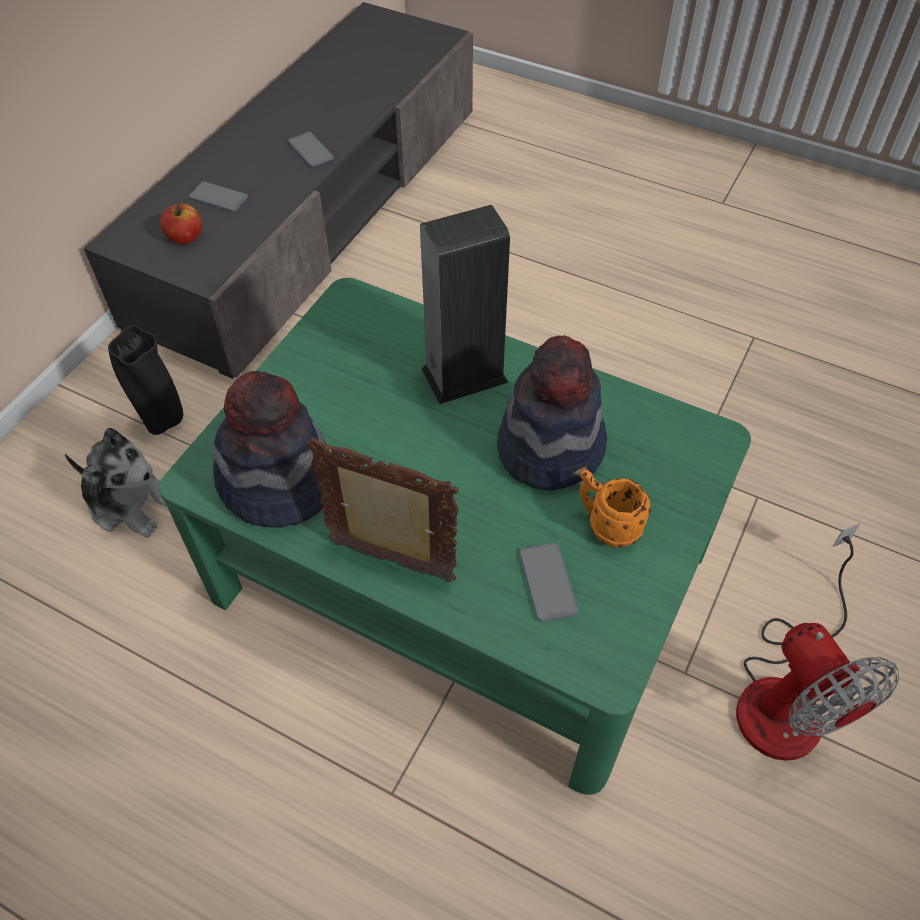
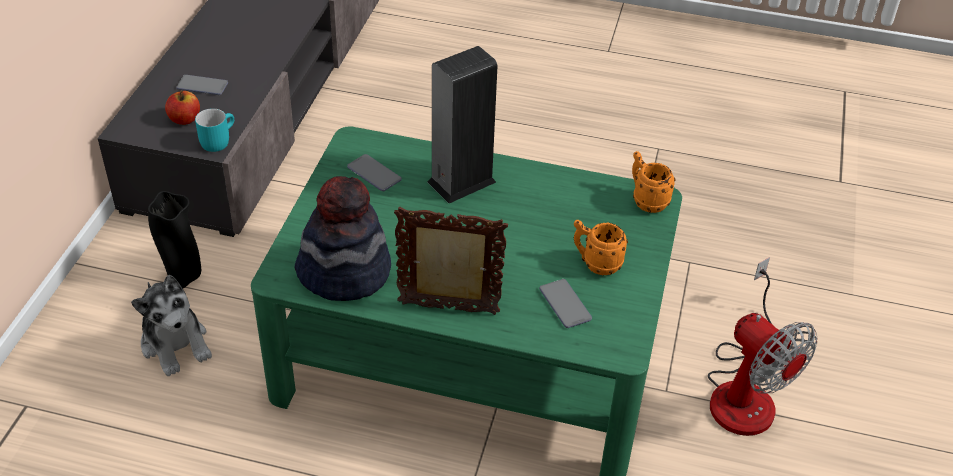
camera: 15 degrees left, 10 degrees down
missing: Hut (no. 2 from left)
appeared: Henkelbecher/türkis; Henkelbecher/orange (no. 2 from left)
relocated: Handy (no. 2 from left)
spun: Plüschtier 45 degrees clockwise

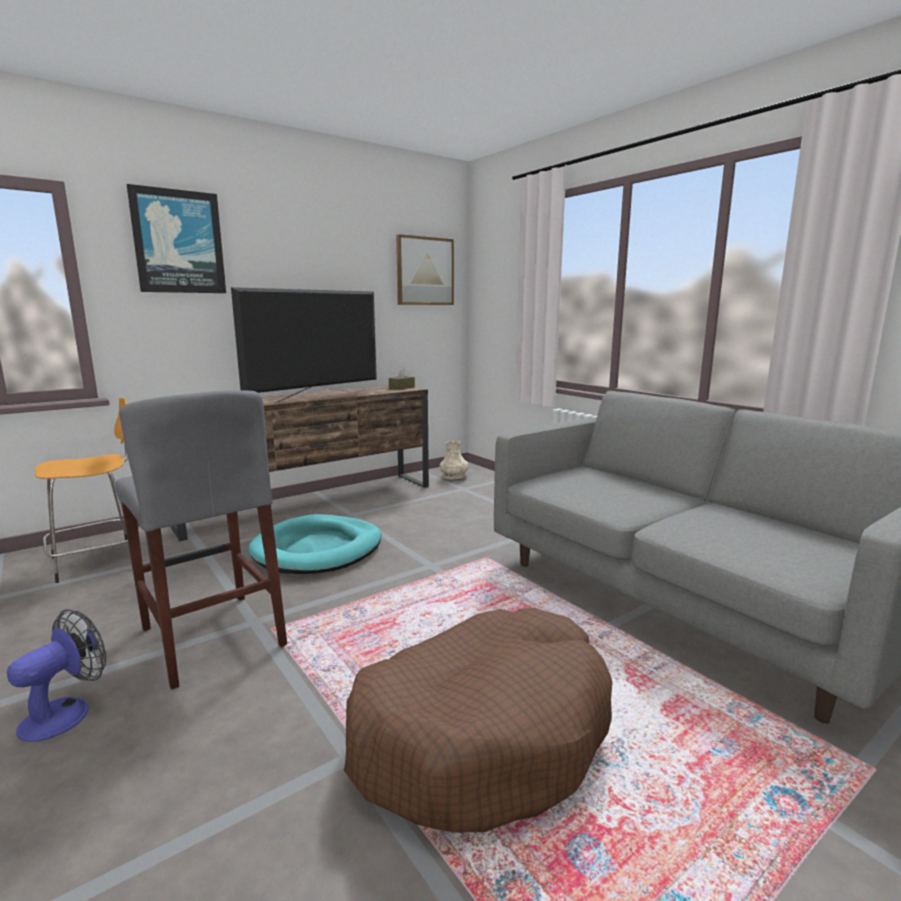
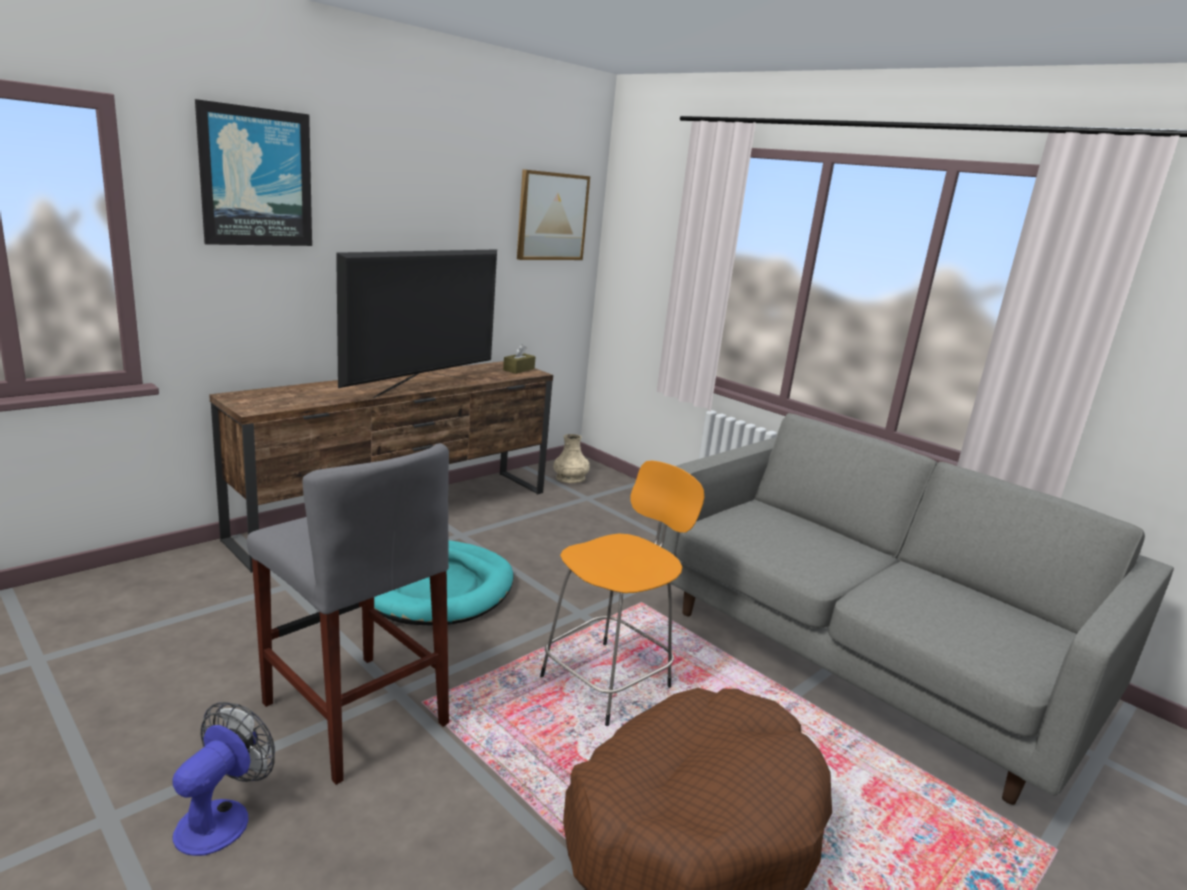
camera: 10 degrees left, 5 degrees up
relocated: Hocker/orange

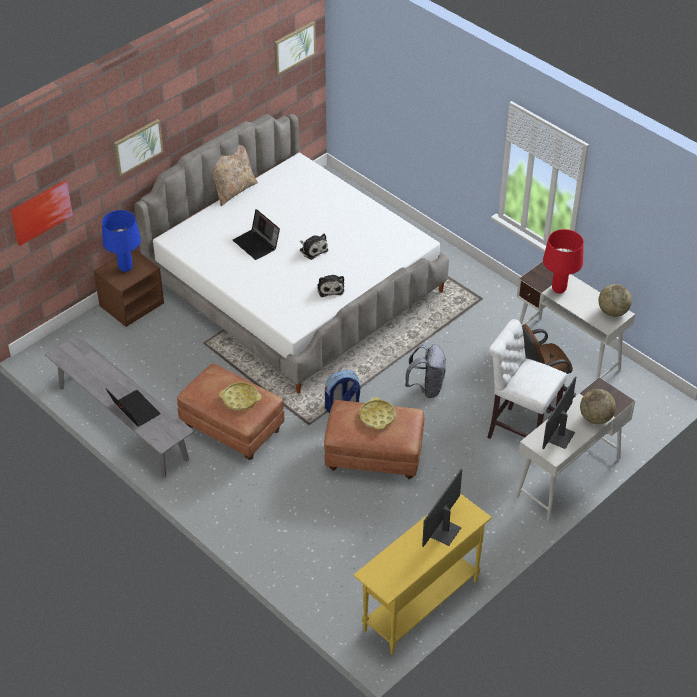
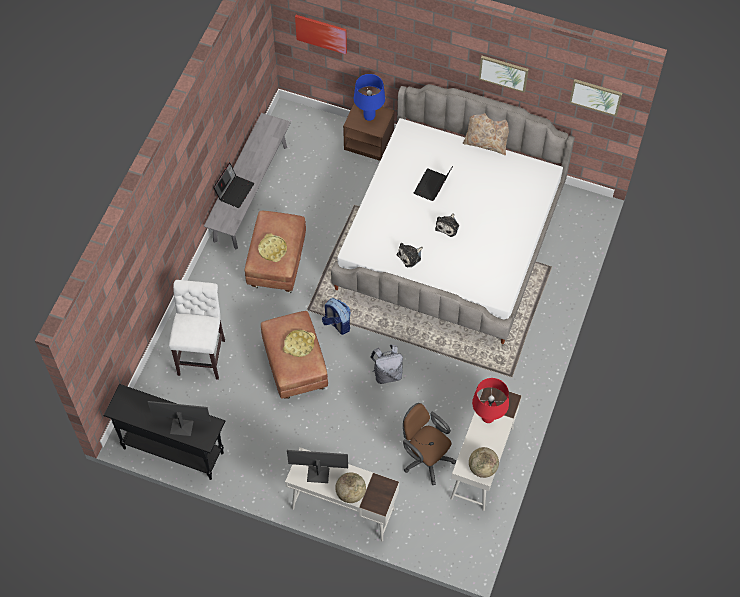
camera: 65 degrees right, 15 degrees up
relocated: Bild (no. 2 from left); Hocker/weiß
colour: Konsolentisch/gelb to Konsolentisch/schwarz

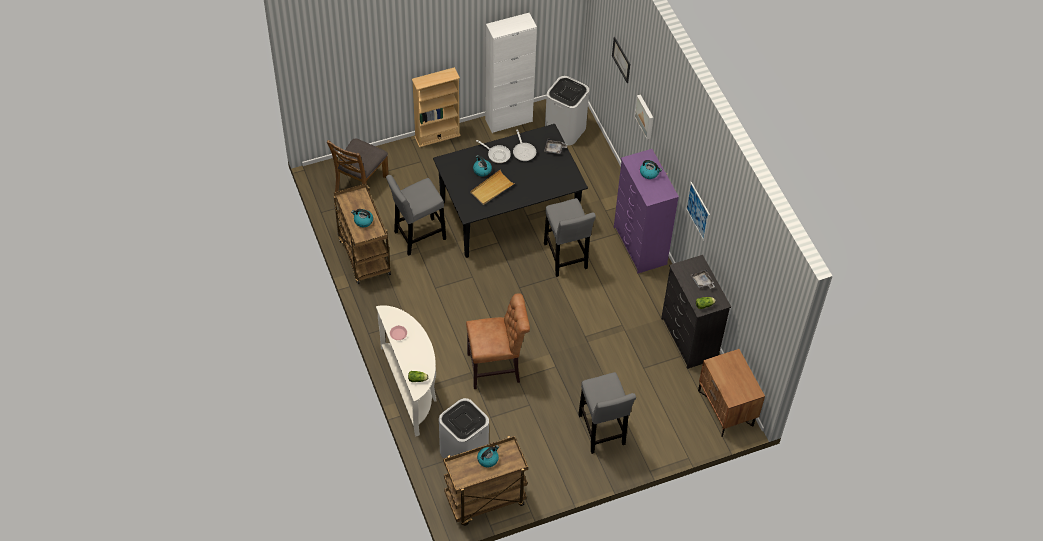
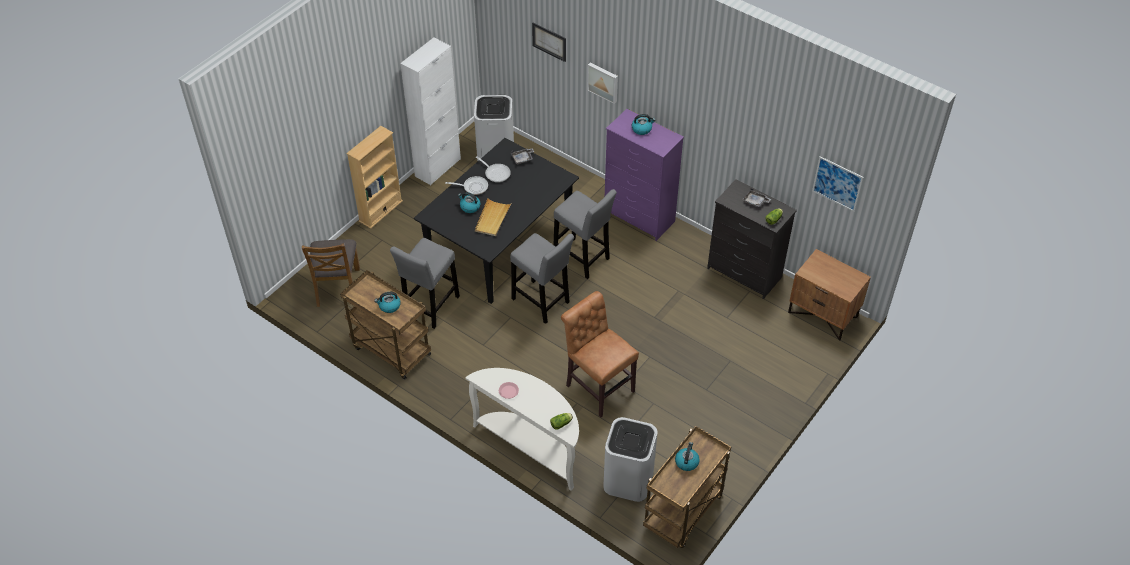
camera: 30 degrees left, 5 degrees down
relocated: Hocker/grau (no. 3 from left in the first image) to Hocker/grau (no. 2 from left); Bild (no. 3 from left)
spun: Stuhl/braun (no. 2 from left) 90 degrees counterclockwise

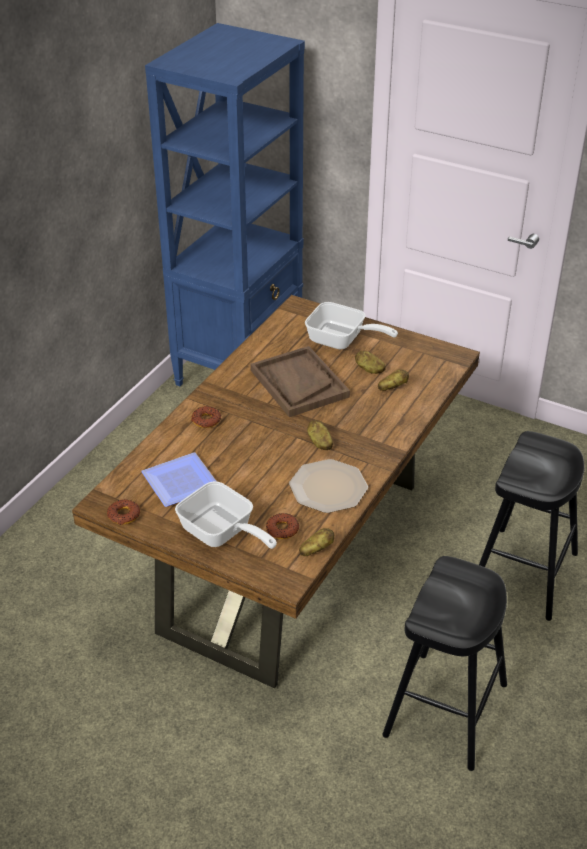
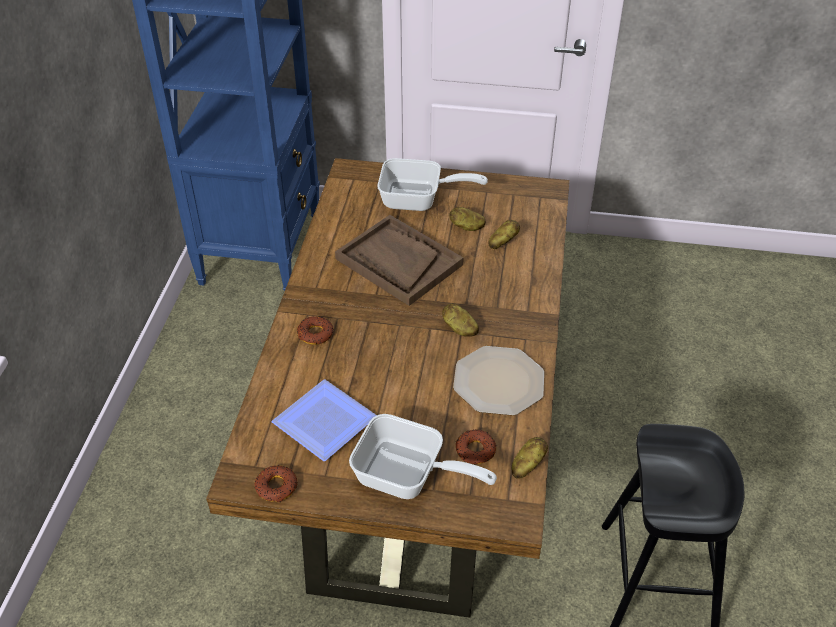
camera: 20 degrees left, 5 degrees up
missing: Hocker/schwarz (no. 2 from left)

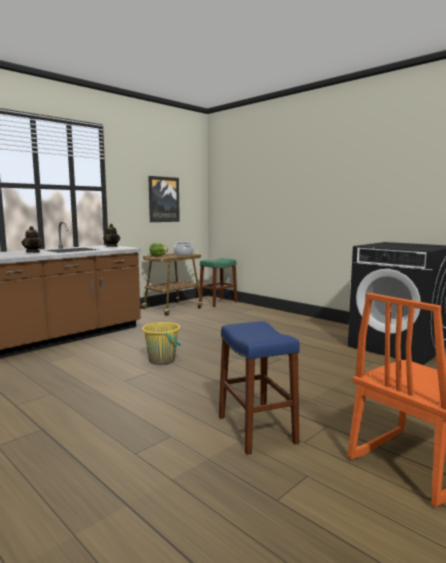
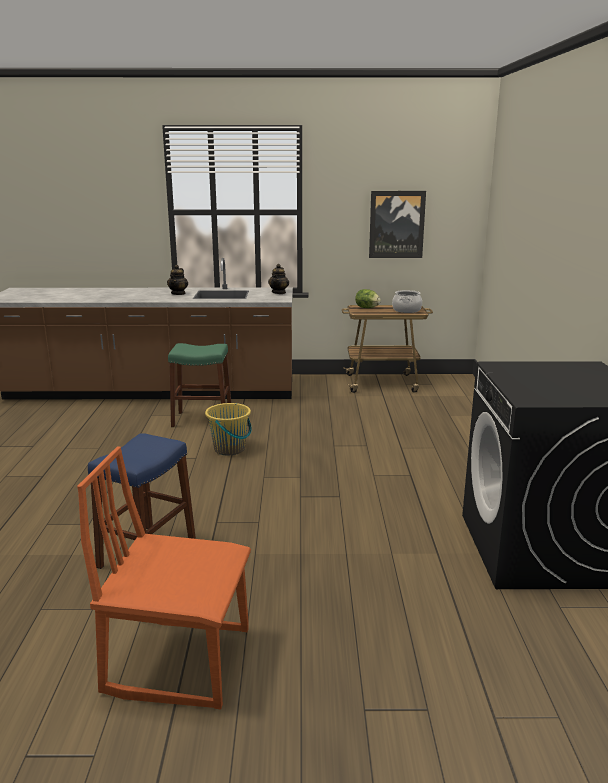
camera: 45 degrees right, 10 degrees up
relocated: Hocker/grün

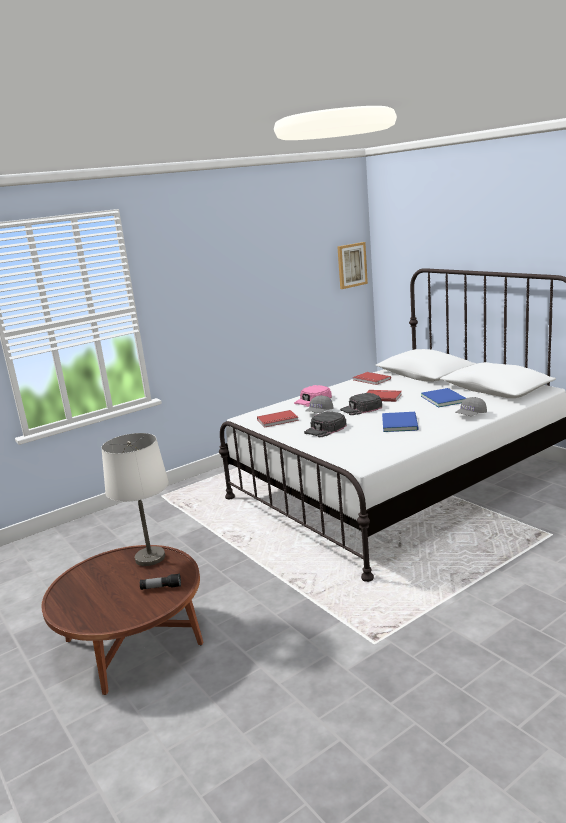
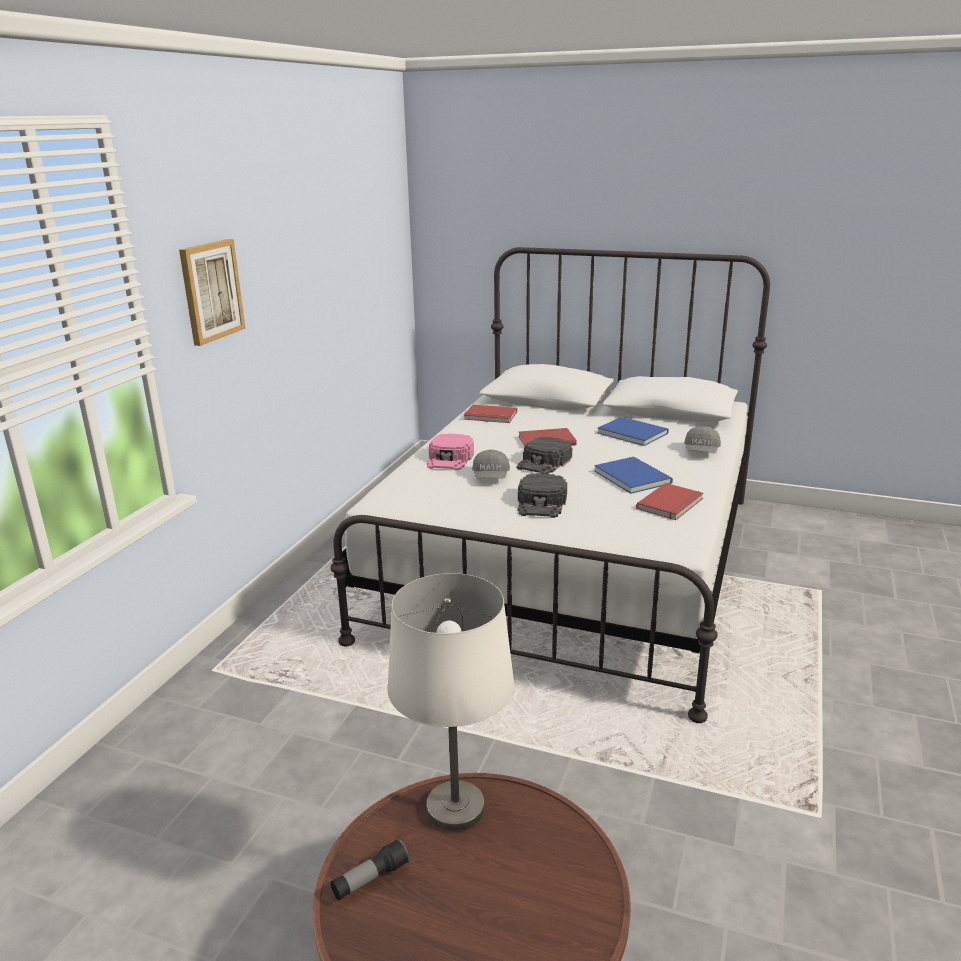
camera: 35 degrees left, 5 degrees up
relocated: Taschenlampe; Buch/rot (no. 1 from left in the first image) to Buch/rot (no. 3 from left); Bild

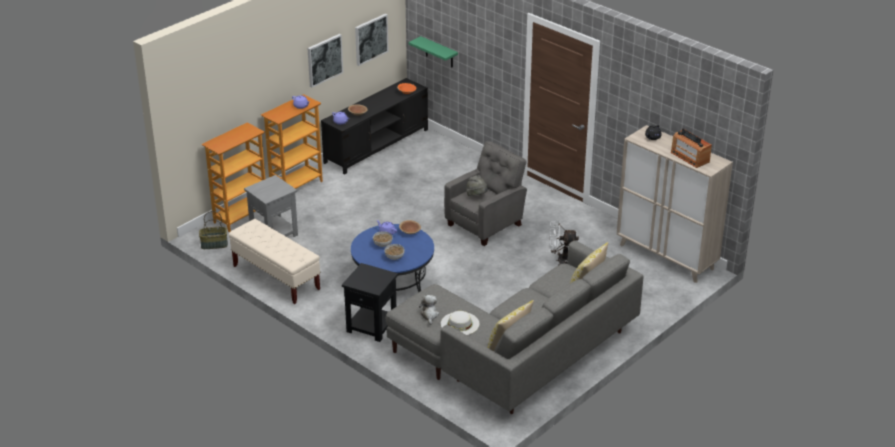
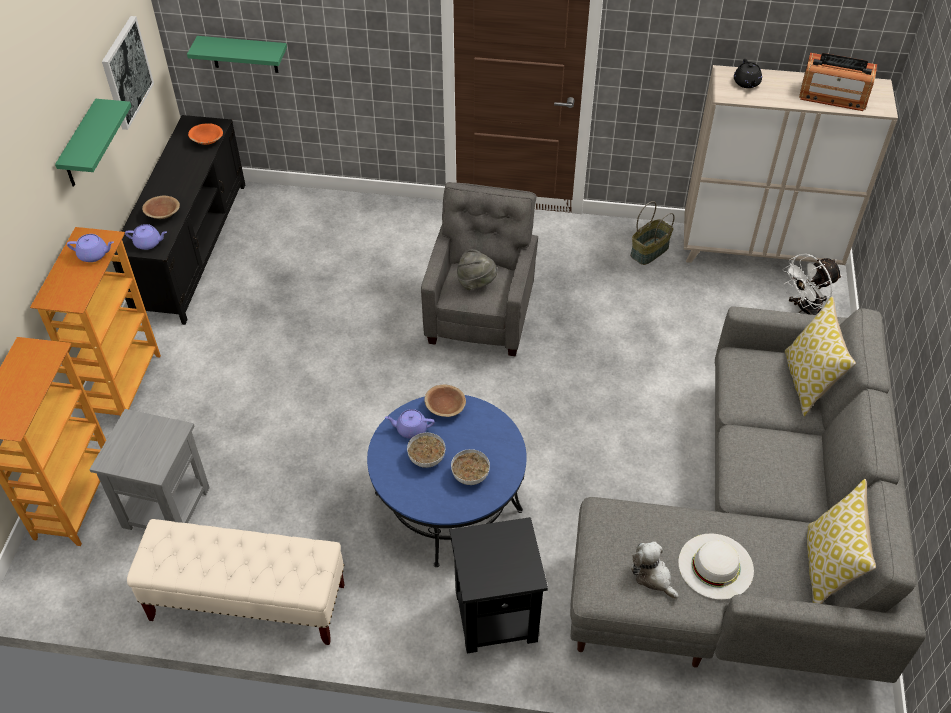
camera: 35 degrees left, 15 degrees up
relocated: Korb; Ventilator/weiß
exchanged: Bild (no. 1 from left) to Wandregal/grün (no. 1 from left)

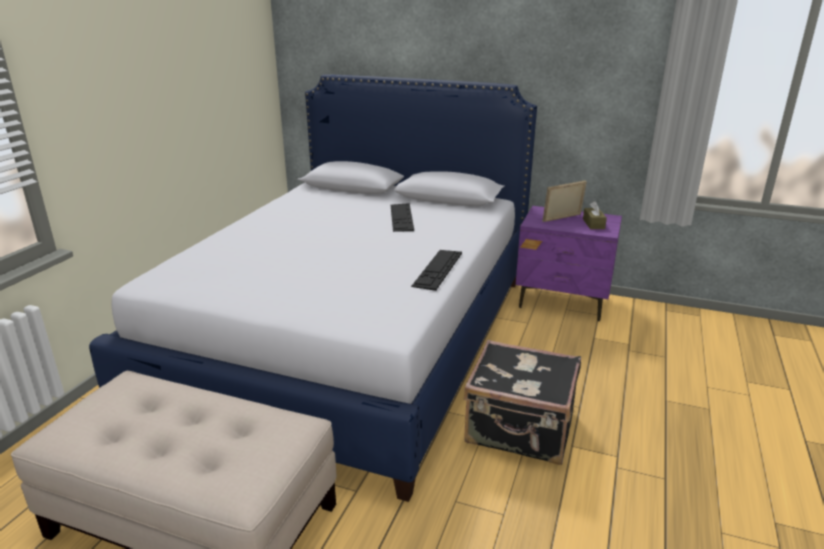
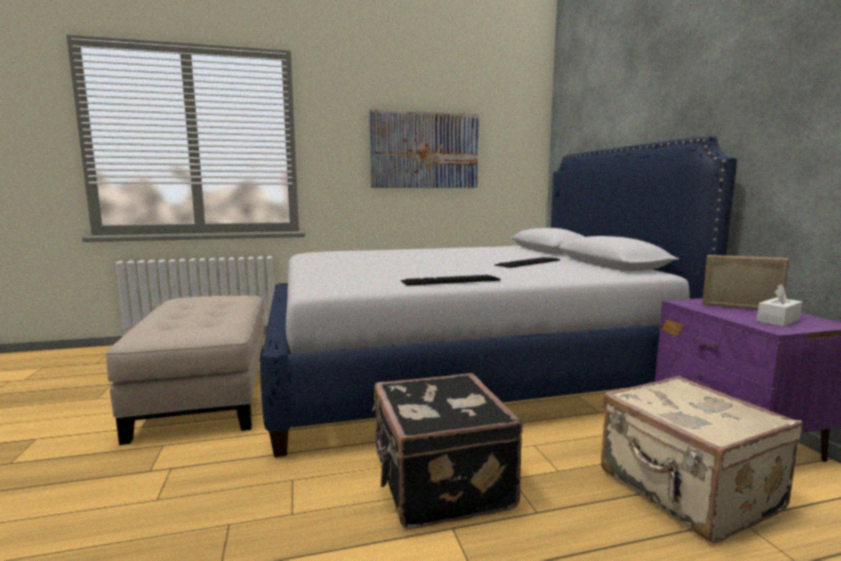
camera: 55 degrees right, 15 degrees down
appeared: Bild; Koffer/beige
colour: Taschentuchbox/braun to Taschentuchbox/weiß

